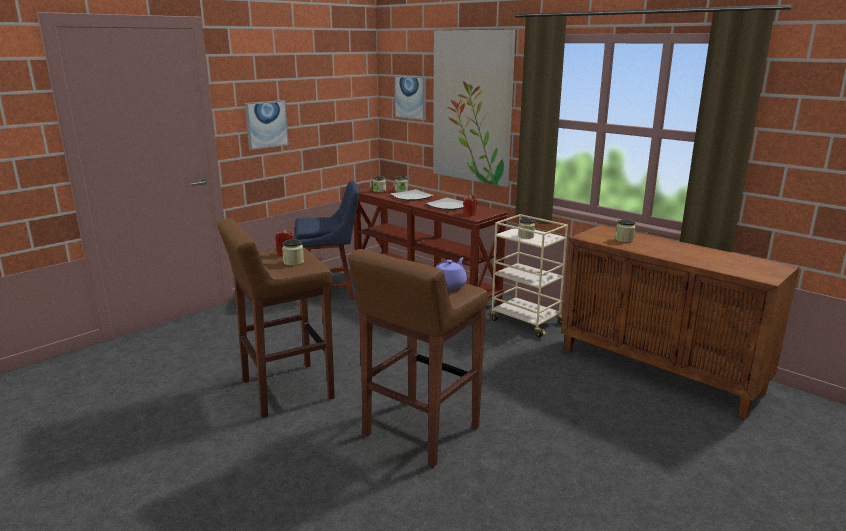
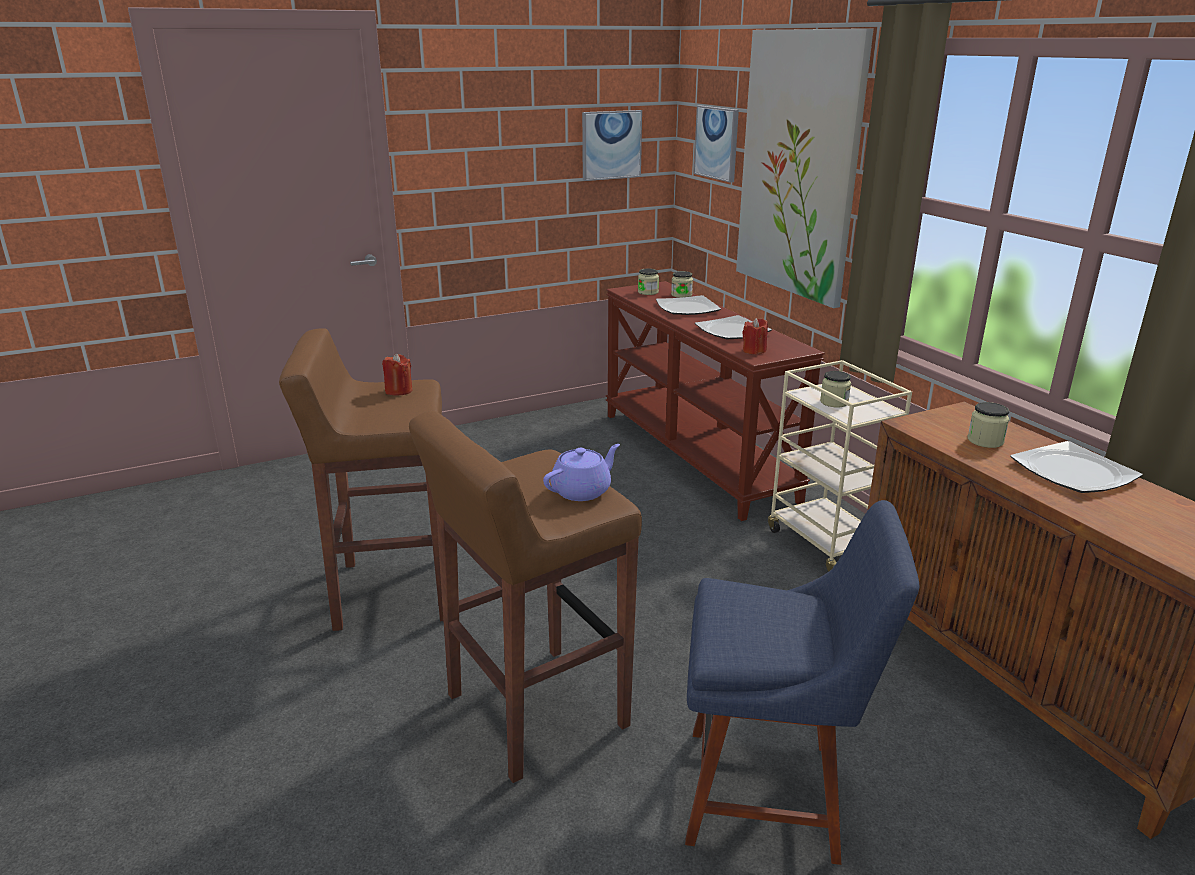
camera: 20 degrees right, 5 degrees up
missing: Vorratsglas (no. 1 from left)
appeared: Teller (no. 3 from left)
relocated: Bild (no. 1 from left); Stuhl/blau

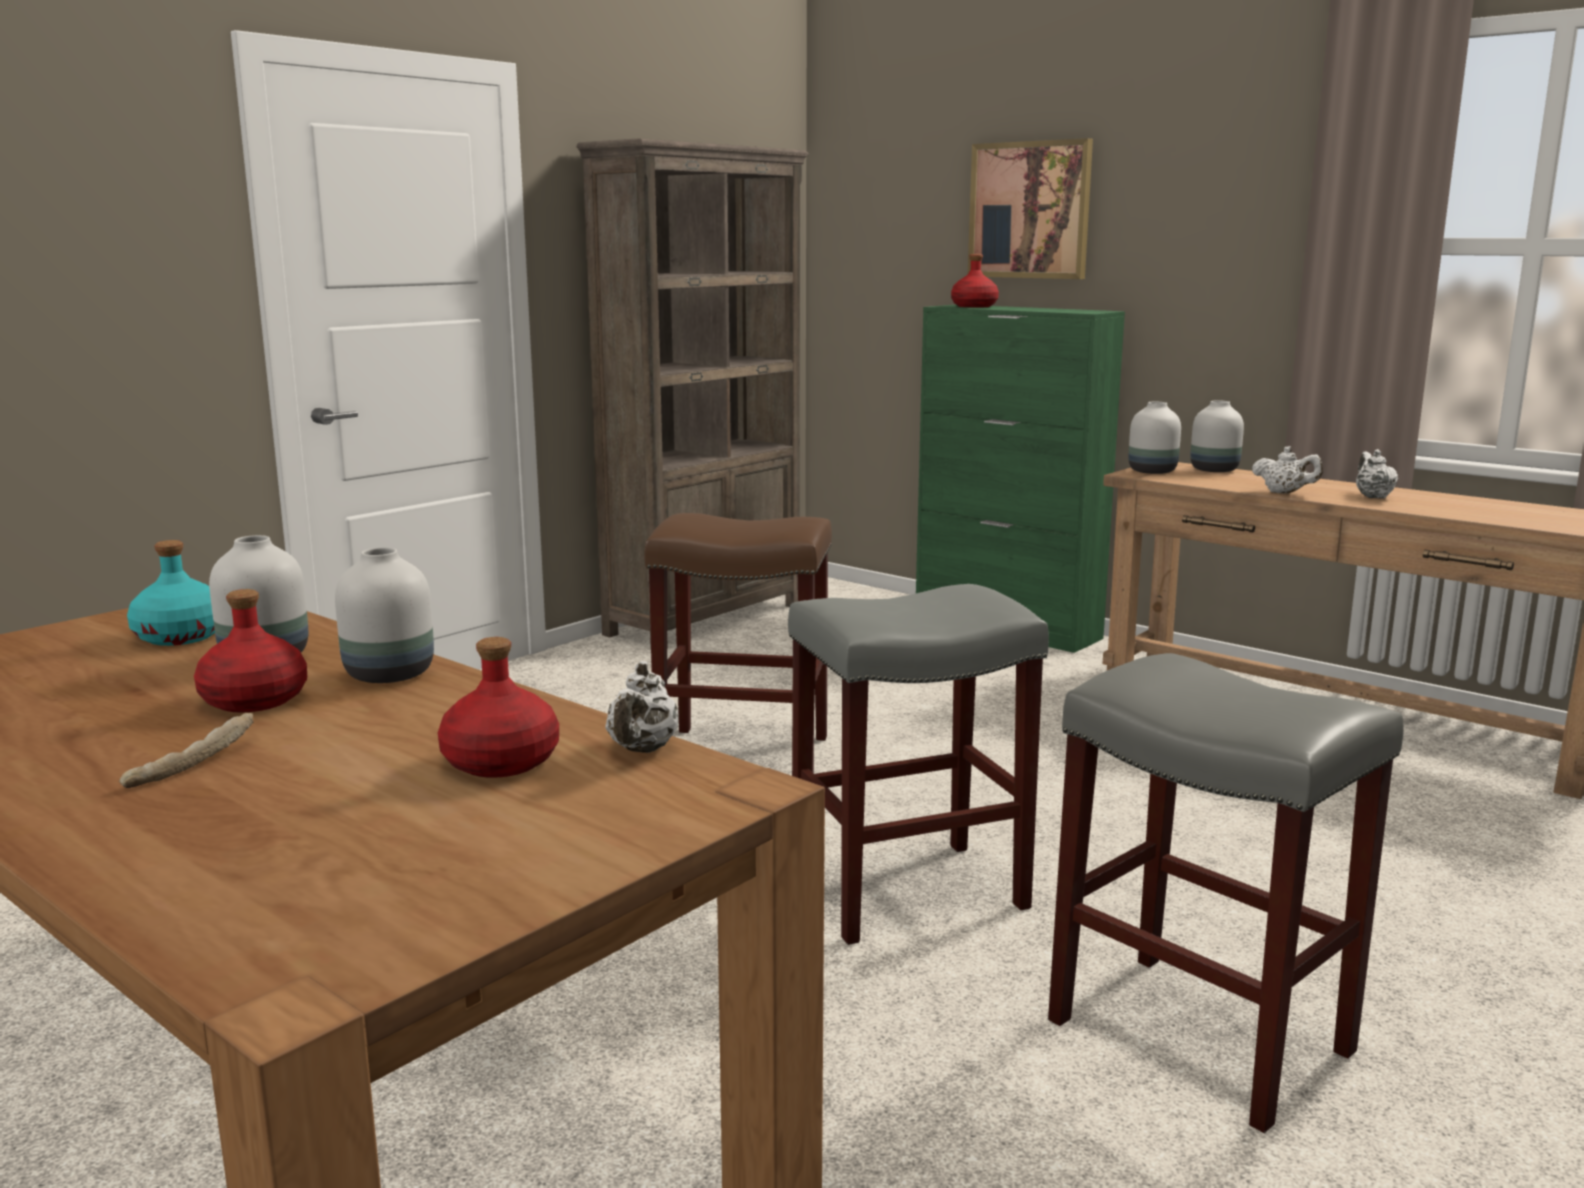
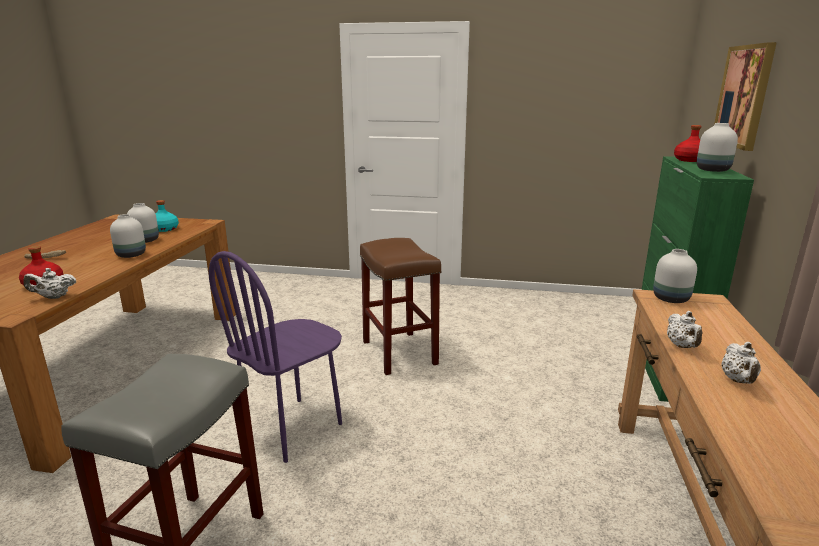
camera: 60 degrees right, 5 degrees up
missing: Flasche/rot (no. 1 from left); Bücherregal/braun
relocated: Vase/weiß (no. 4 from left)
exchanged: Hocker/grau (no. 1 from left) to Stuhl/lila
spun: Teekanne/weiß (no. 3 from left) 135 degrees clockwise

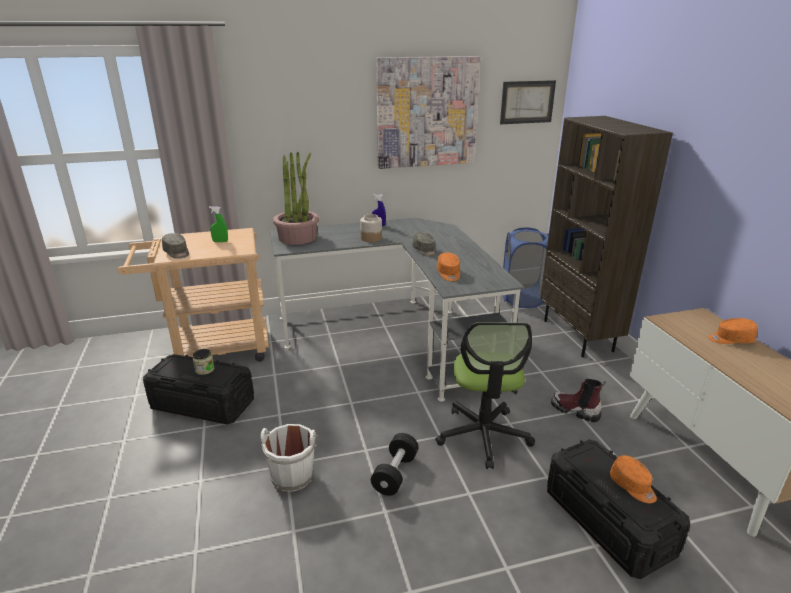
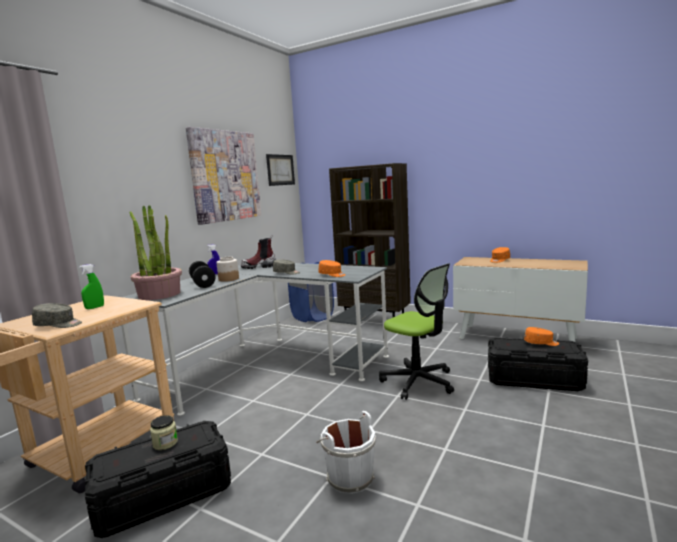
camera: 45 degrees left, 15 degrees down
relocated: Hantel/schwarz; Stiefel

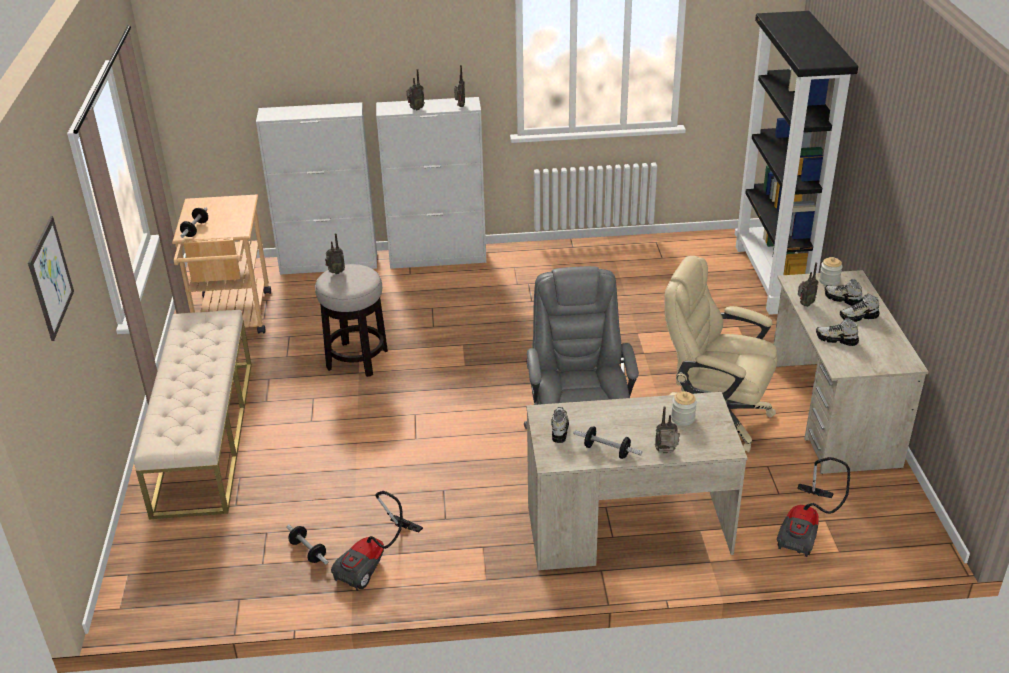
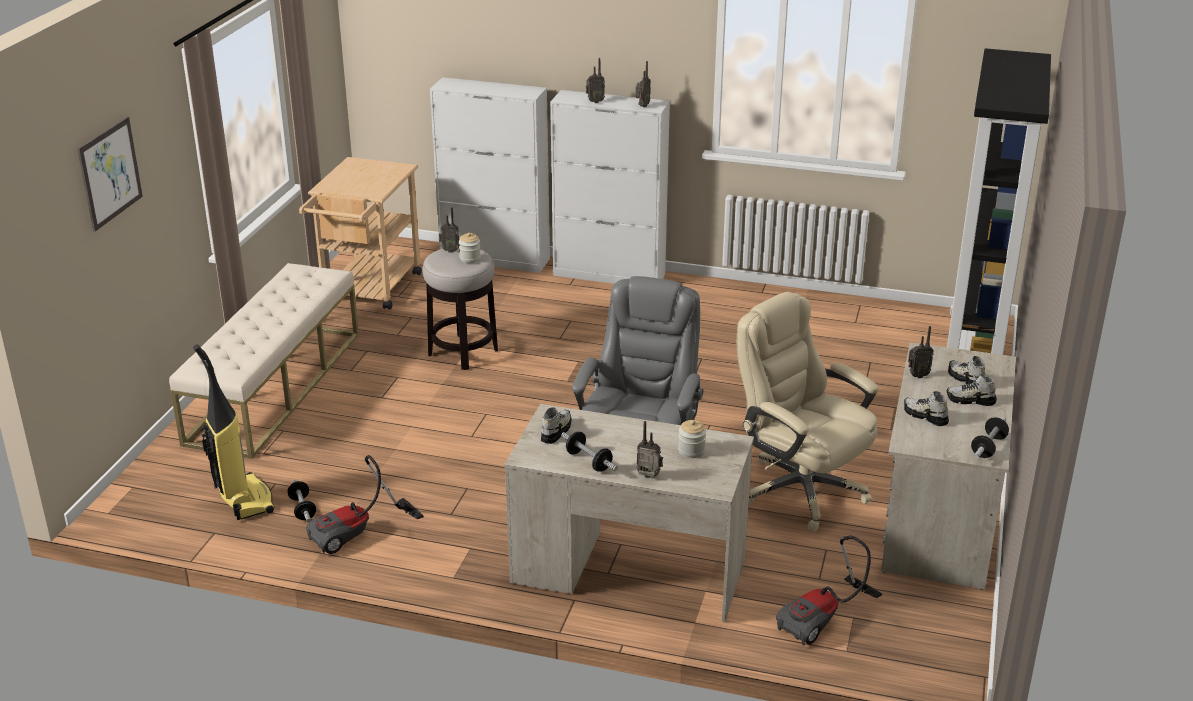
camera: 20 degrees right, 5 degrees down
appeared: Staubsauger (no. 1 from left)
relocated: Hantel (no. 1 from left in the first image) to Hantel (no. 3 from left); Vorratsglas (no. 2 from left in the first image) to Vorratsglas (no. 1 from left)

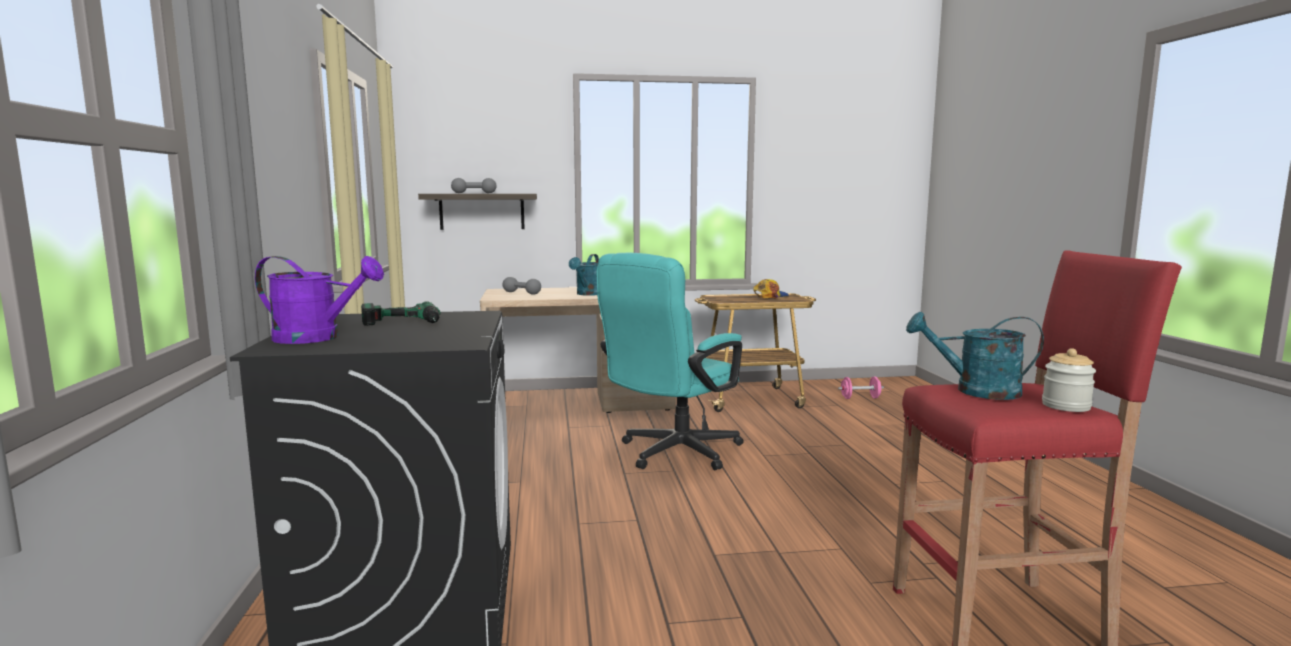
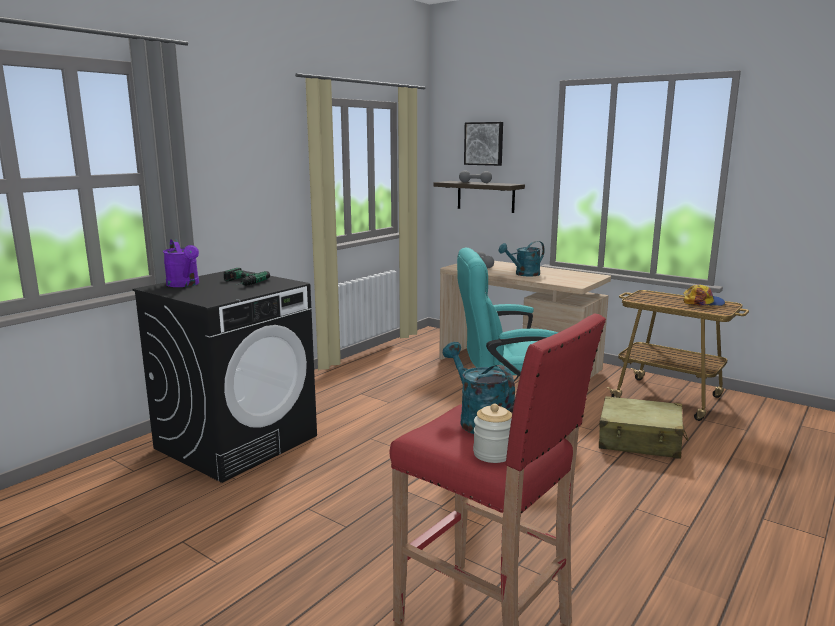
camera: 45 degrees right, 5 degrees up
missing: Hantel/rosa
appeared: Bild; Koffer/beige

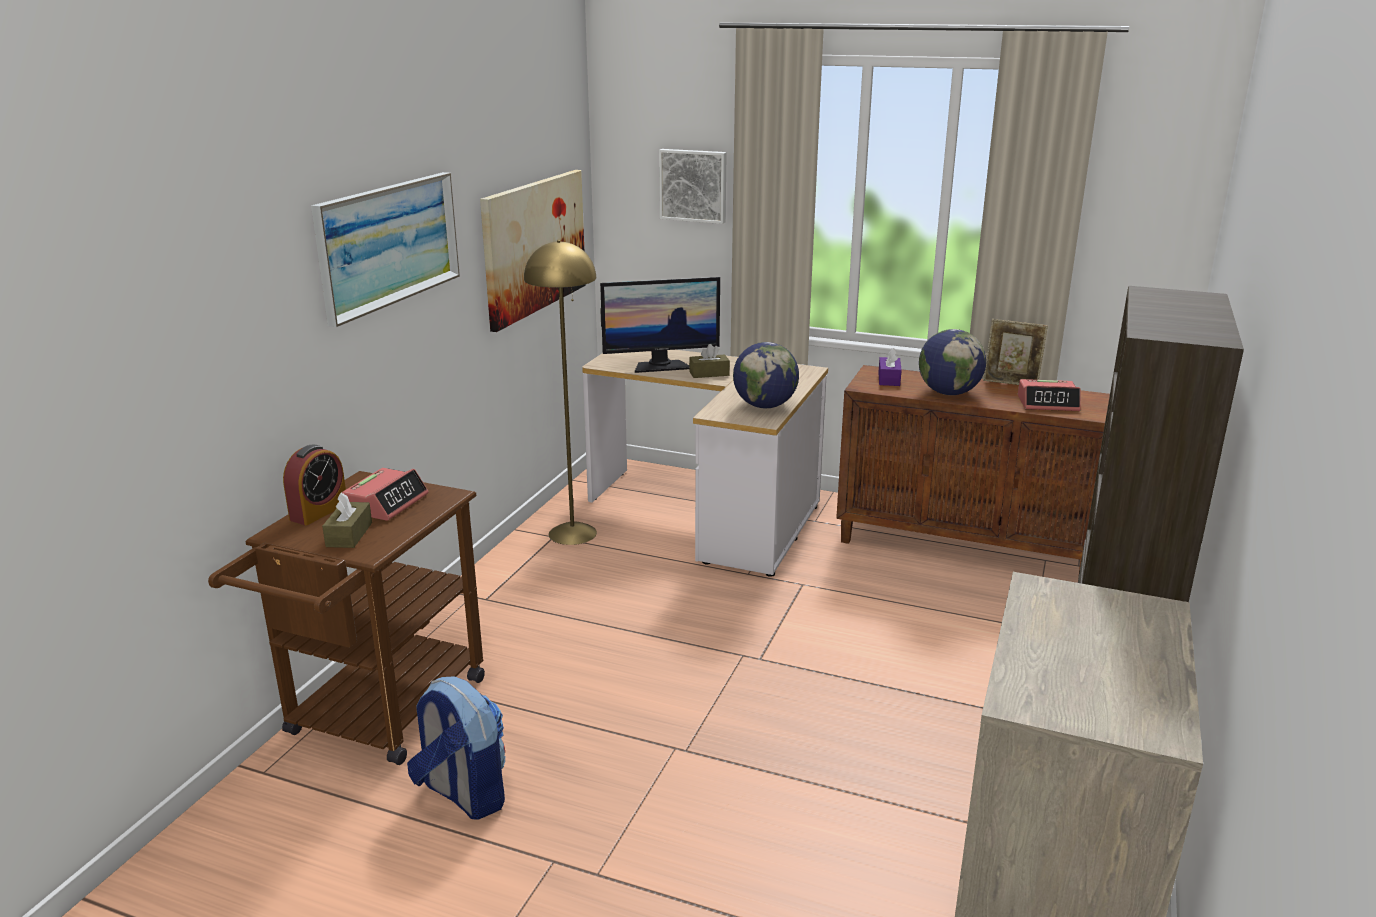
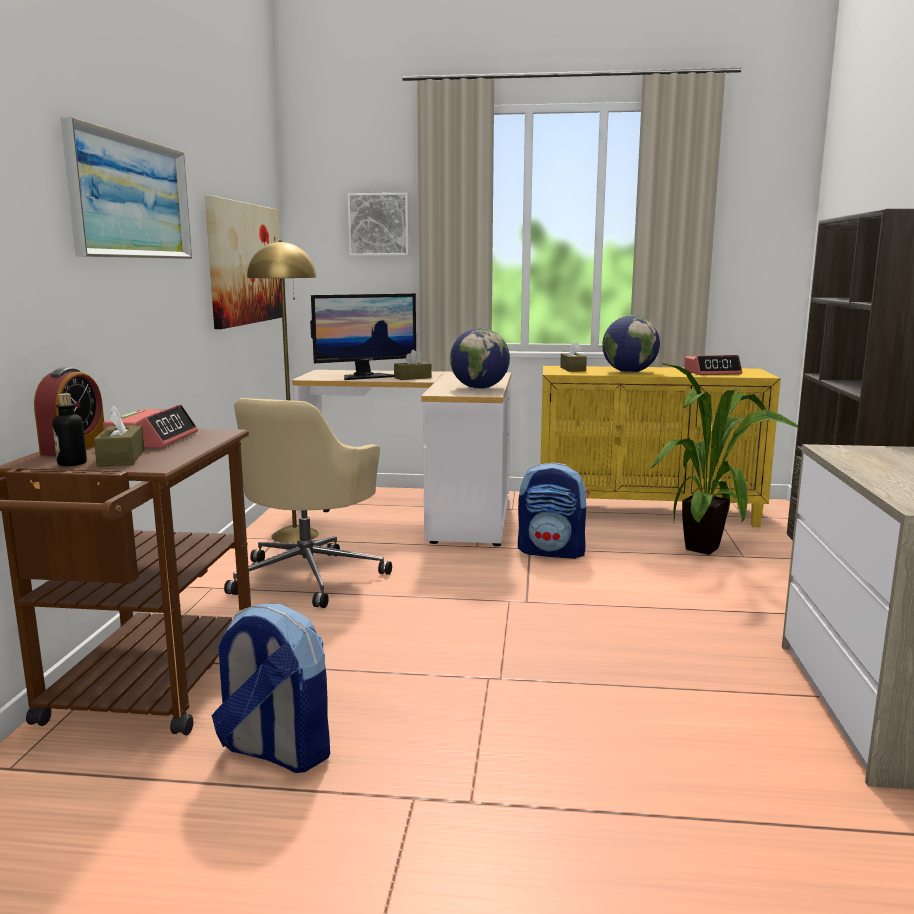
camera: 15 degrees left, 10 degrees down
missing: Bilderrahmen
appeared: Flasche; Bürostuhl/beige; Rucksack (no. 2 from left); Topfpflanze
colour: Schrank/braun to Schrank/gelb; Taschentuchbox/lila to Taschentuchbox/braun (no. 3 from left)

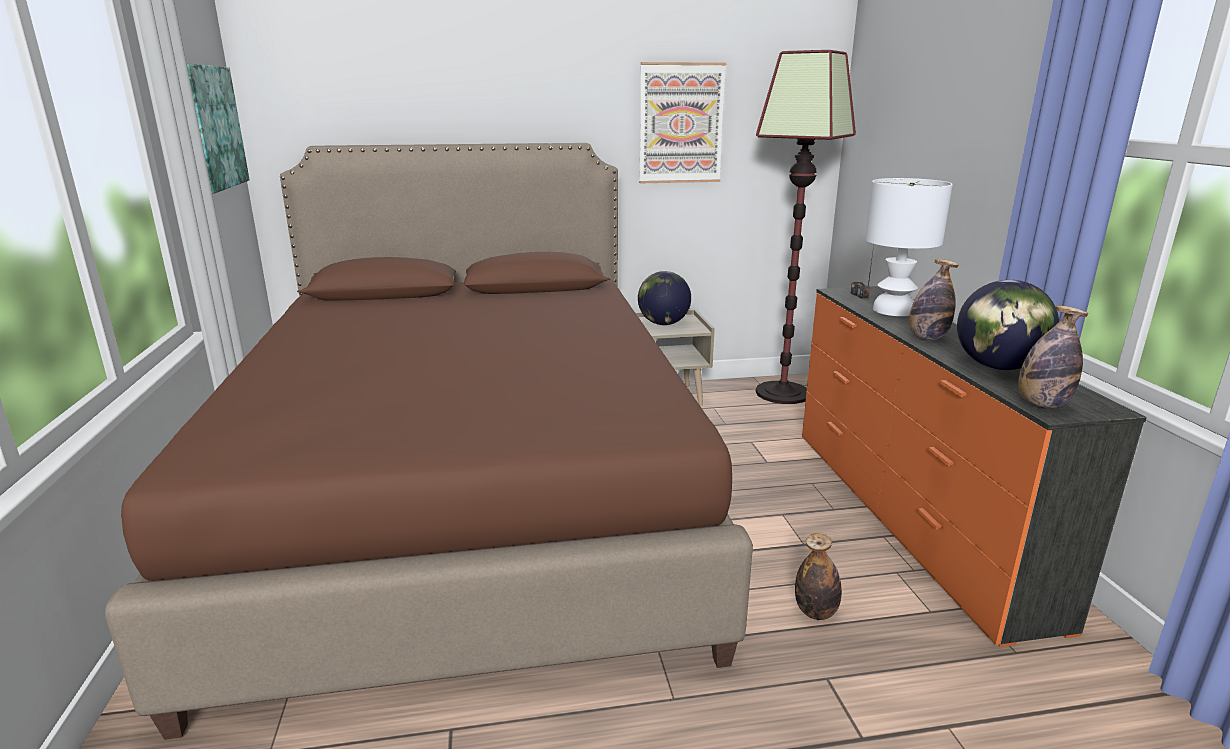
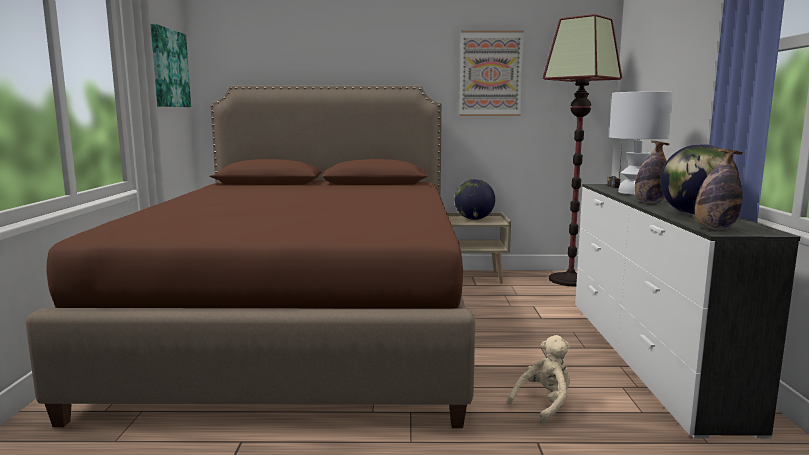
camera: 10 degrees right, 10 degrees down
exchanged: Flasche (no. 1 from left) to Plüschtier/beige
colour: Kommode/orange to Kommode/weiß

